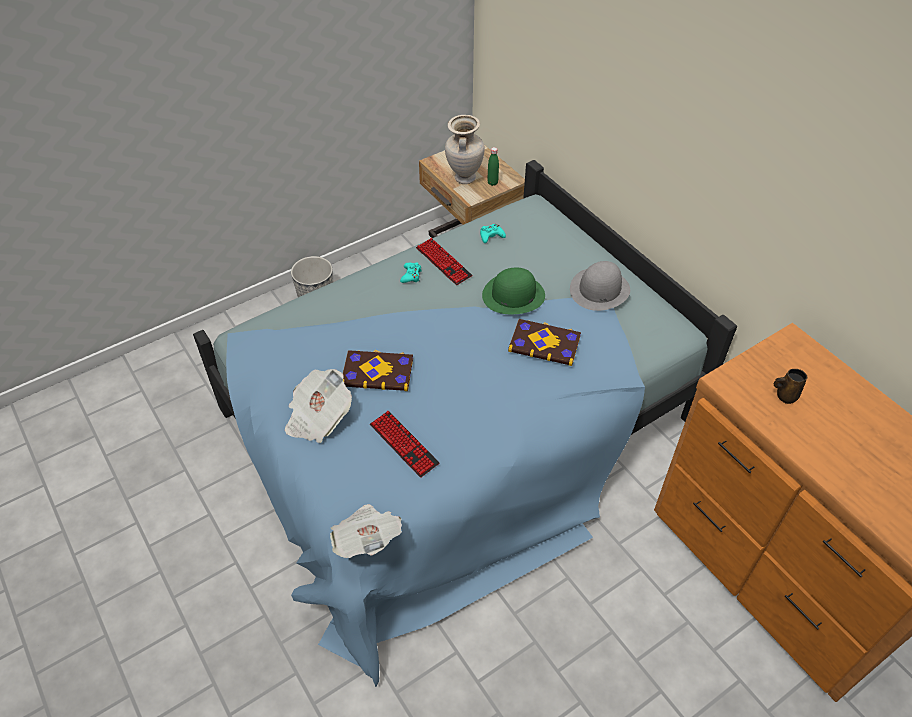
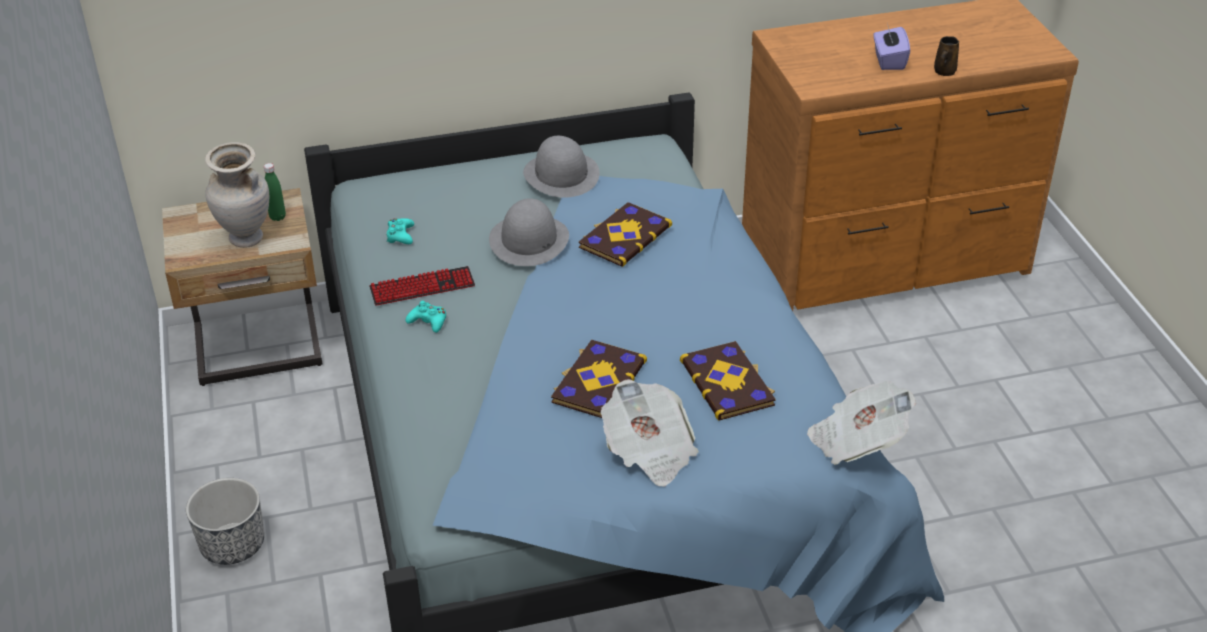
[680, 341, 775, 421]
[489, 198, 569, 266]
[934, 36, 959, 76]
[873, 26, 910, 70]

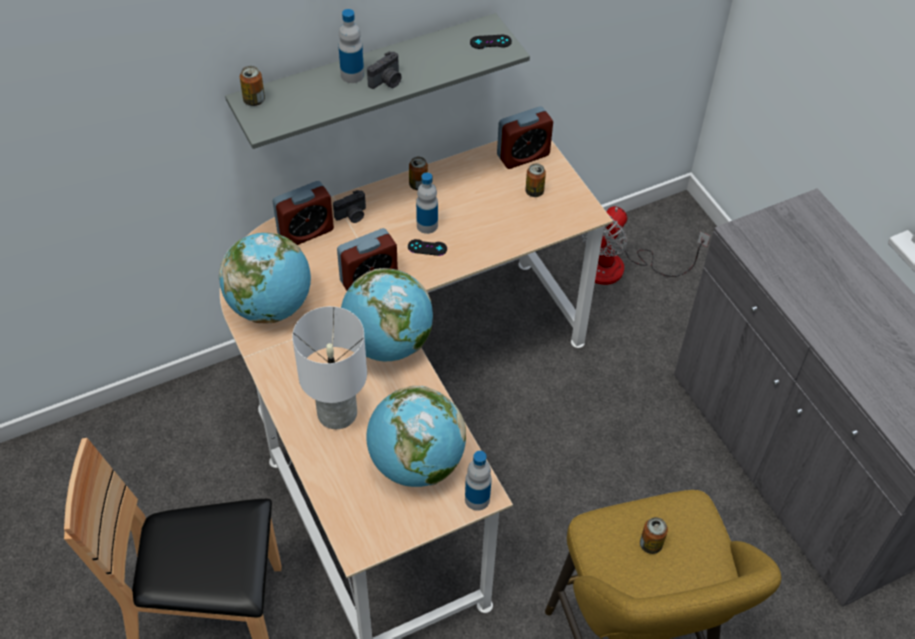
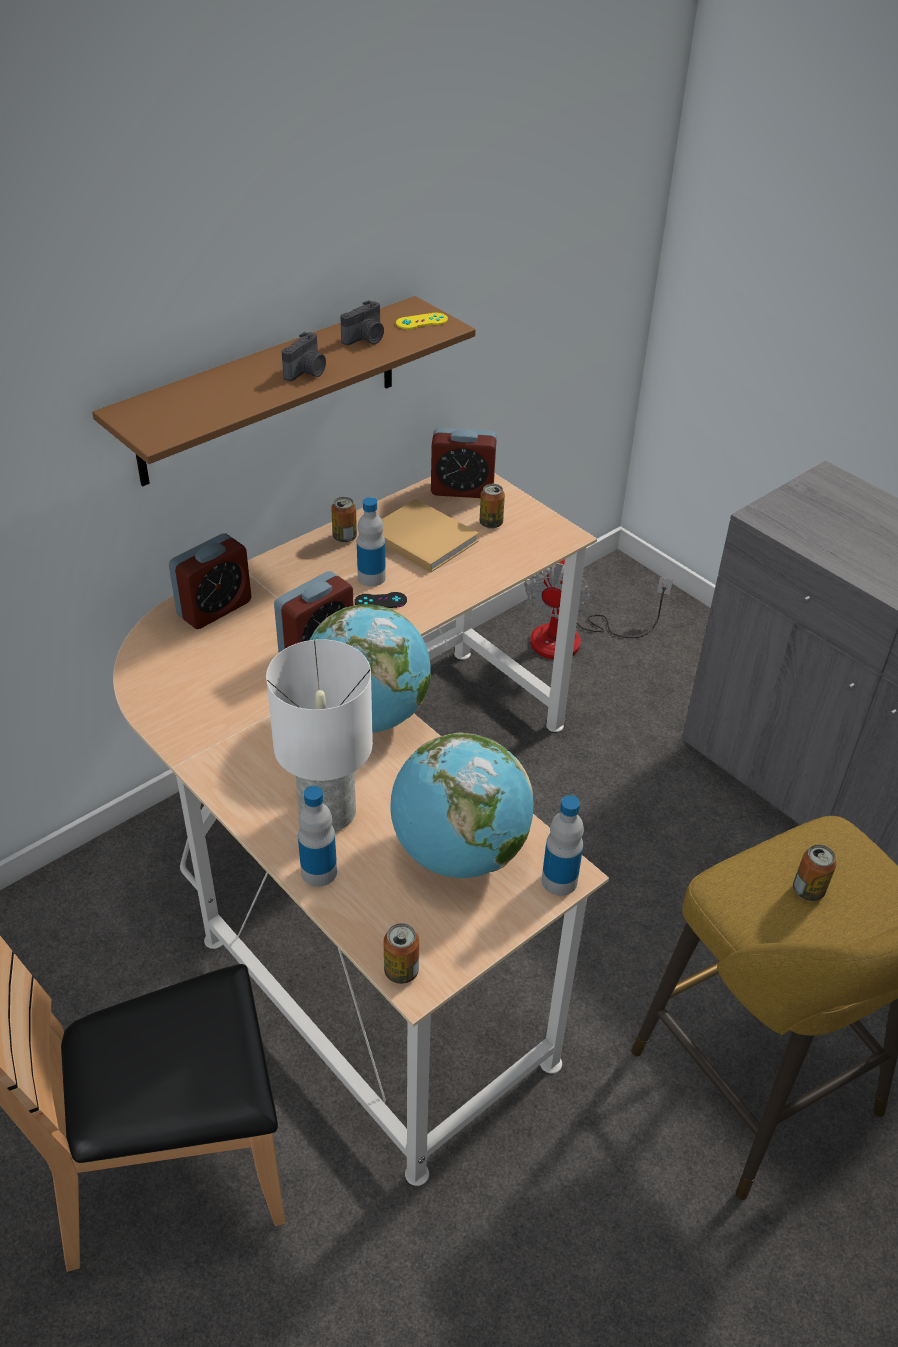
[219, 233, 311, 323] (first image)
[92, 296, 476, 486]
[384, 923, 419, 984]
[340, 300, 384, 345]
[298, 786, 337, 887]
[396, 313, 448, 329]
[431, 428, 497, 498]
[382, 499, 479, 573]

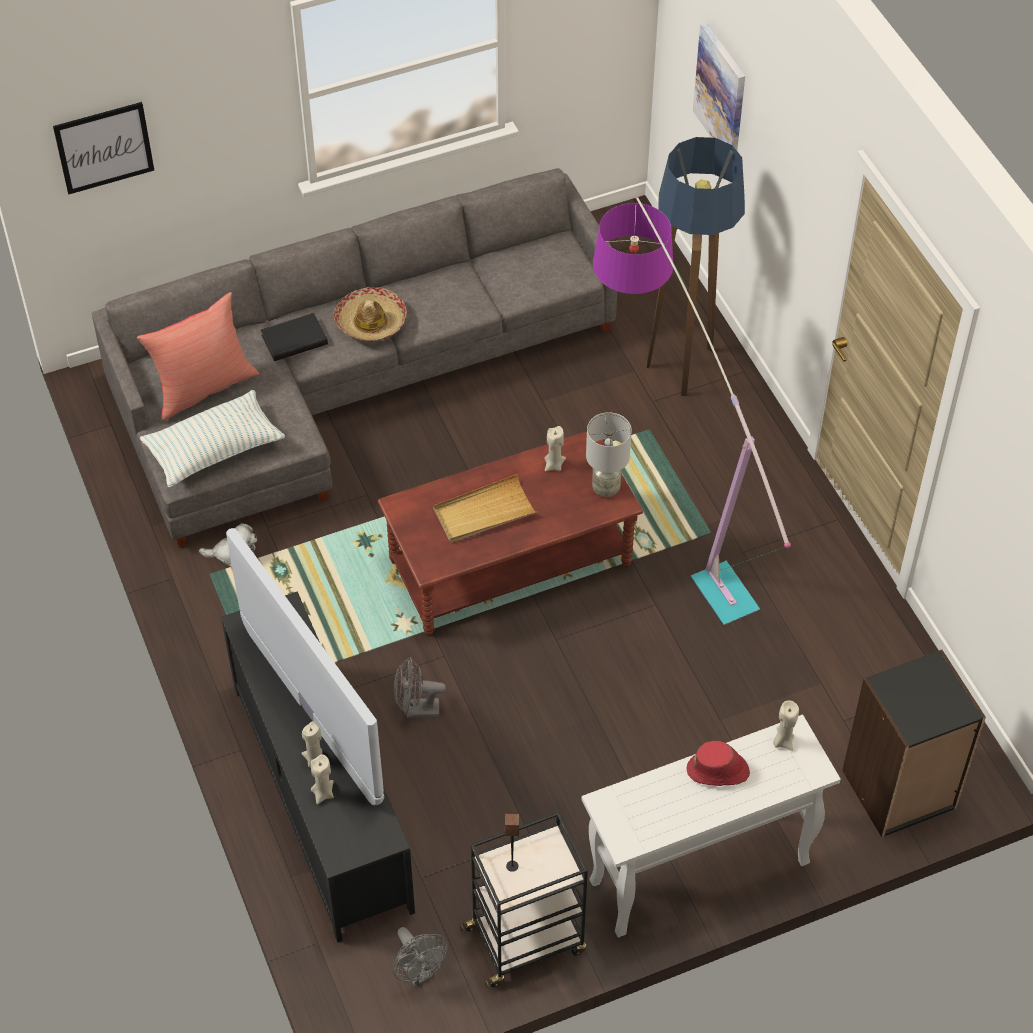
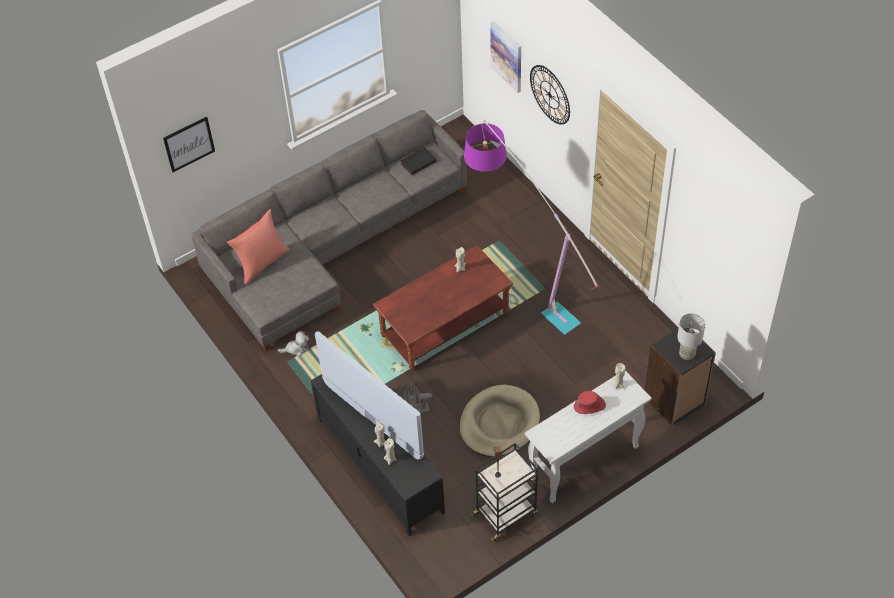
[140, 390, 285, 488] (first image)
[400, 147, 436, 175]
[334, 287, 407, 341] (first image)
[393, 927, 448, 986] (first image)
[433, 474, 537, 543] (first image)
[677, 313, 705, 360]
[646, 137, 745, 396] (first image)
[459, 385, 540, 457]
[530, 65, 570, 125]

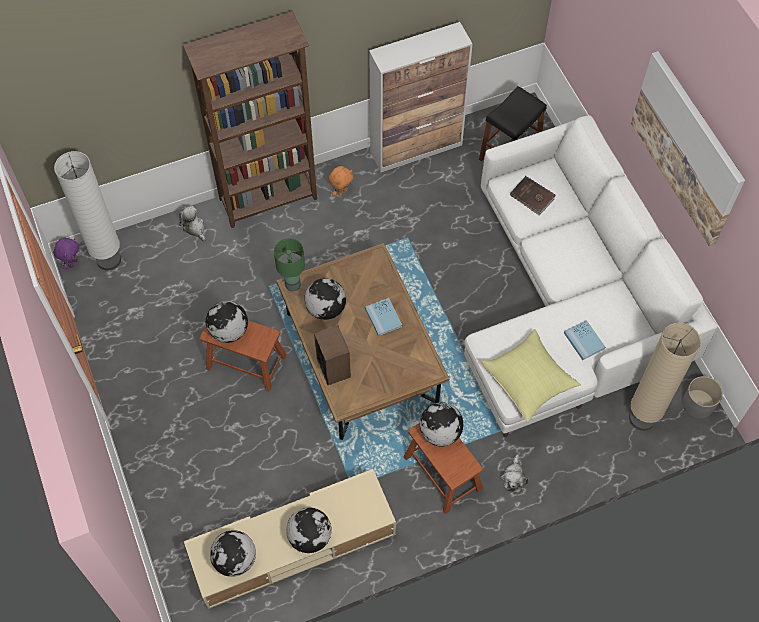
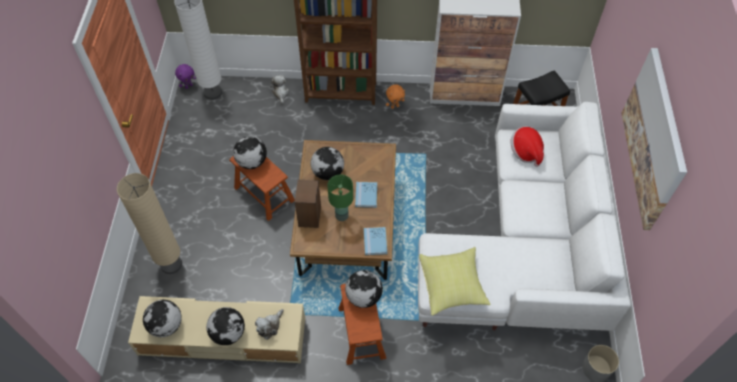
[327, 175, 353, 221]
[255, 309, 284, 340]
[510, 127, 544, 167]
[364, 227, 387, 255]
[117, 173, 182, 274]

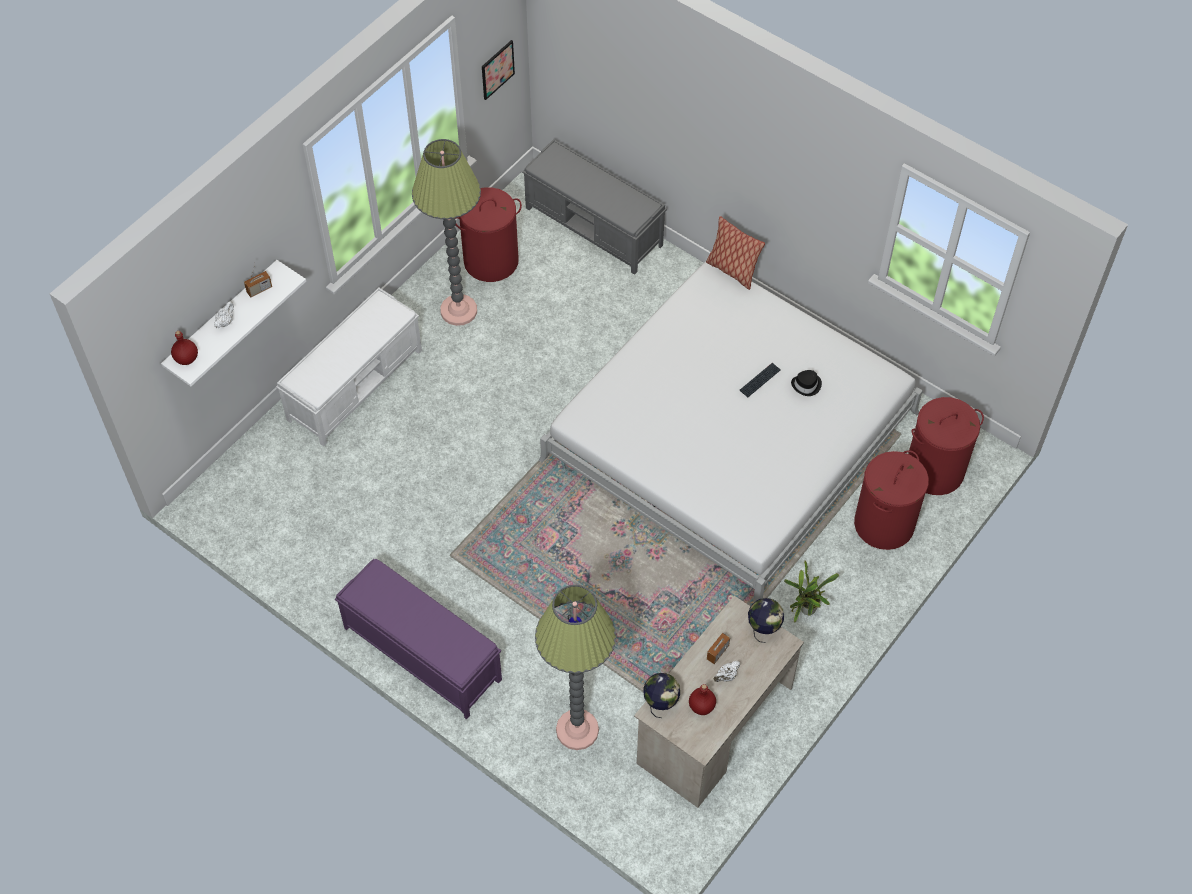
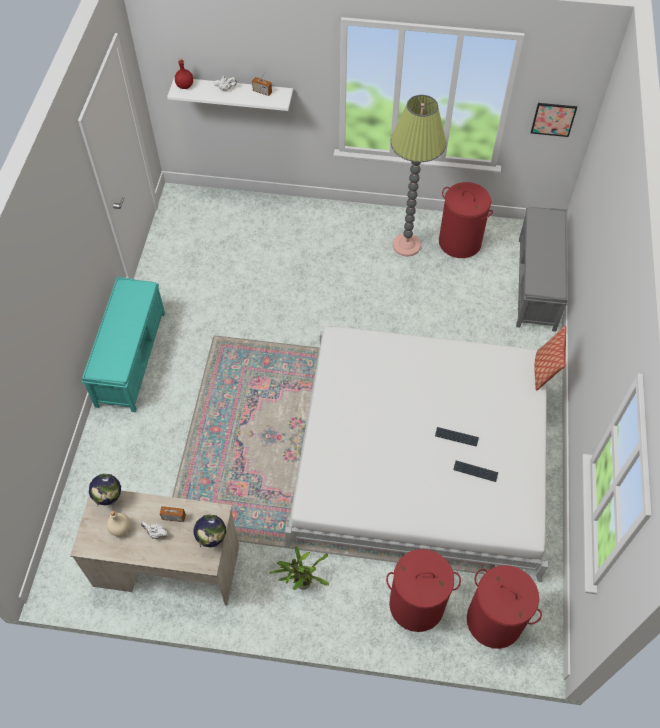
[276, 288, 422, 446] (first image)
[82, 277, 165, 412]
[535, 585, 616, 750] (first image)
[107, 511, 131, 537]
[453, 460, 498, 482]

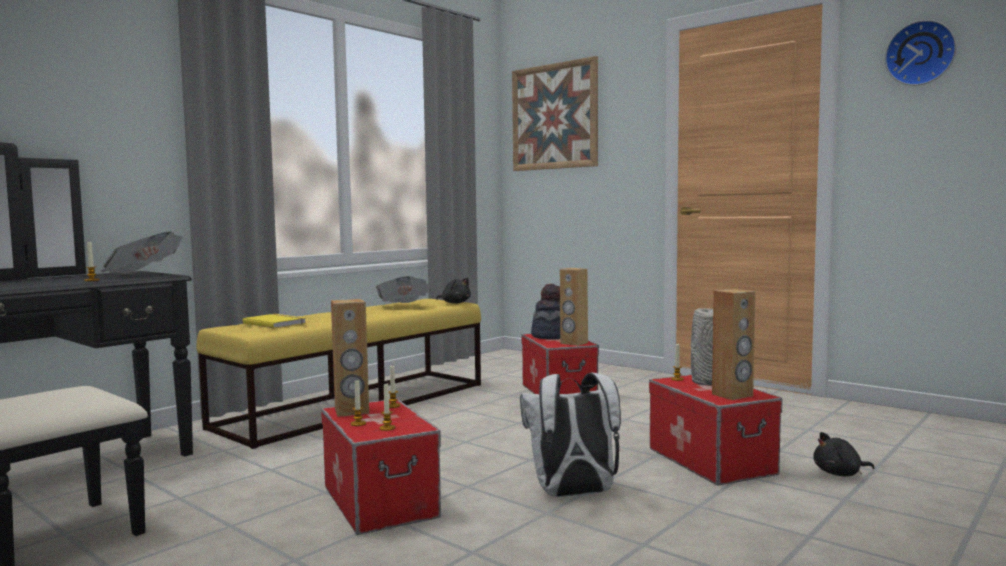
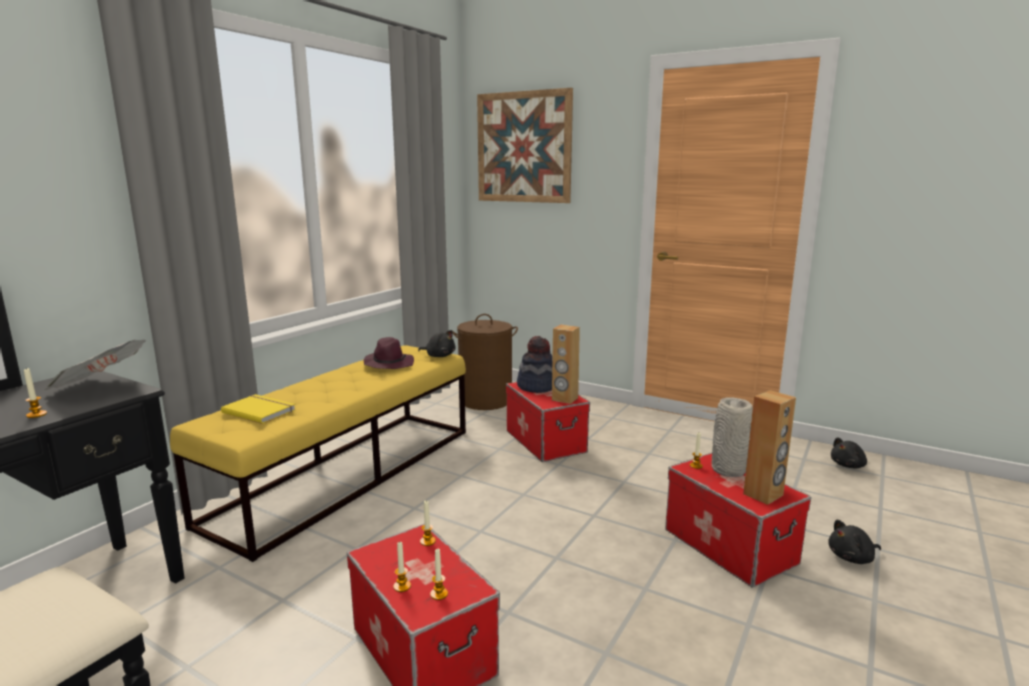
[331, 299, 369, 417] (first image)
[364, 337, 414, 369]
[520, 373, 621, 497] (first image)
[885, 20, 957, 86] (first image)
[452, 314, 518, 410]
[831, 437, 867, 468]

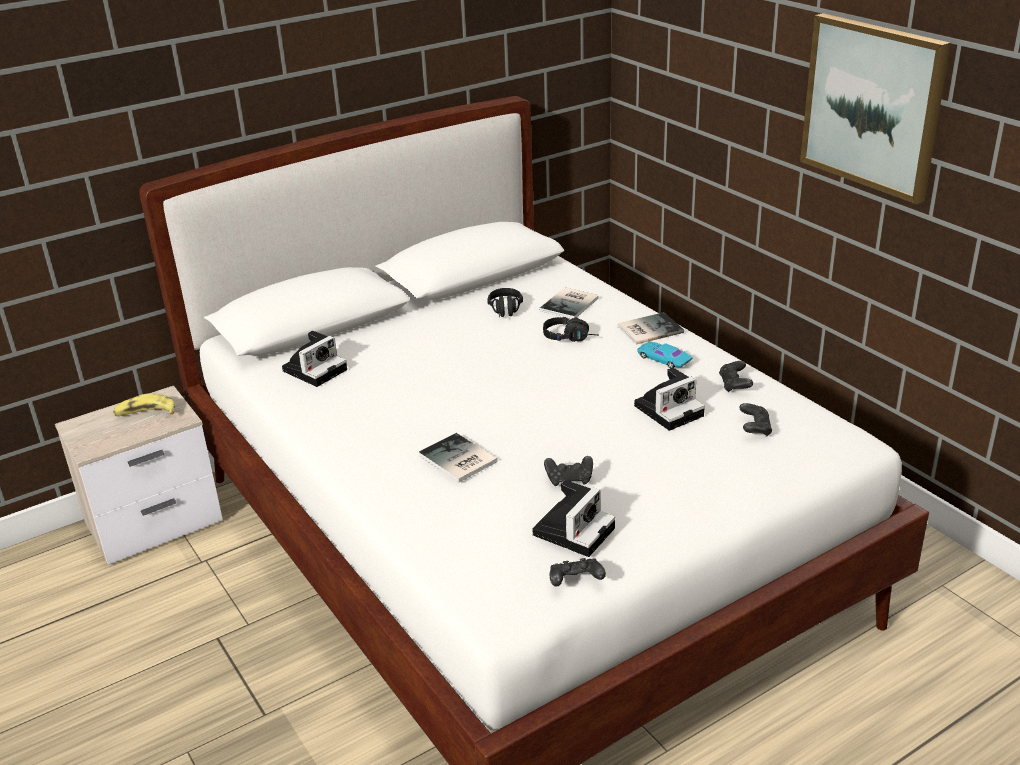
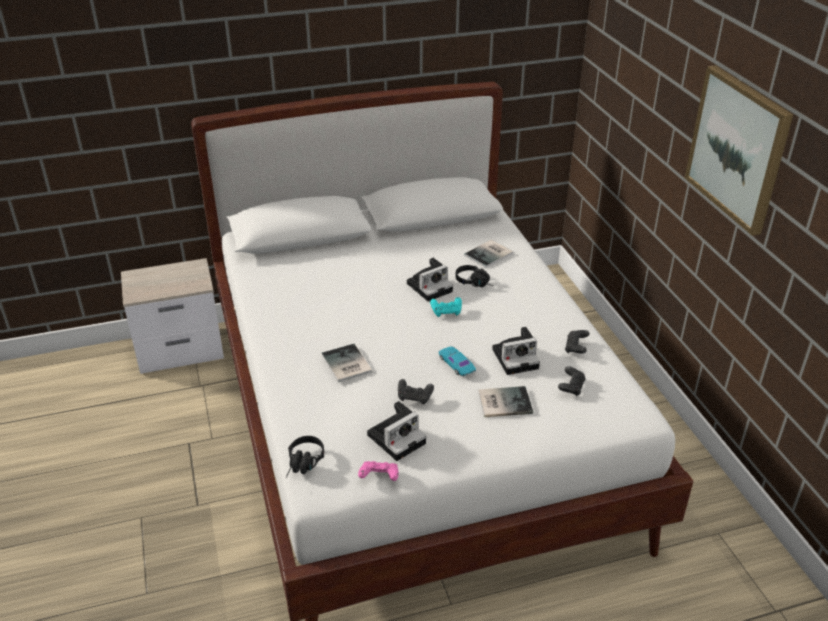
[113, 393, 175, 416] (first image)
[407, 258, 453, 301]
[286, 436, 324, 478]
[358, 461, 399, 481]
[478, 386, 533, 417]
[439, 346, 476, 376]
[430, 297, 462, 317]

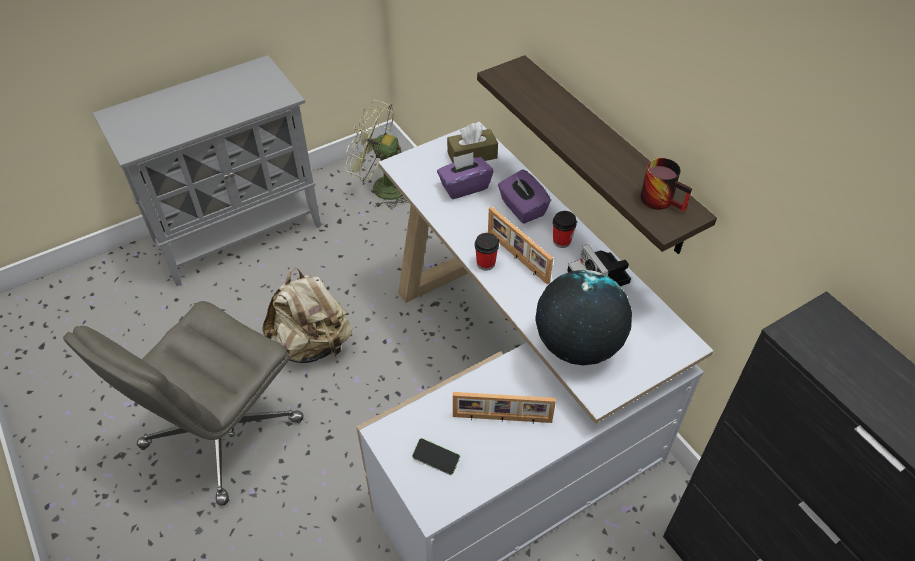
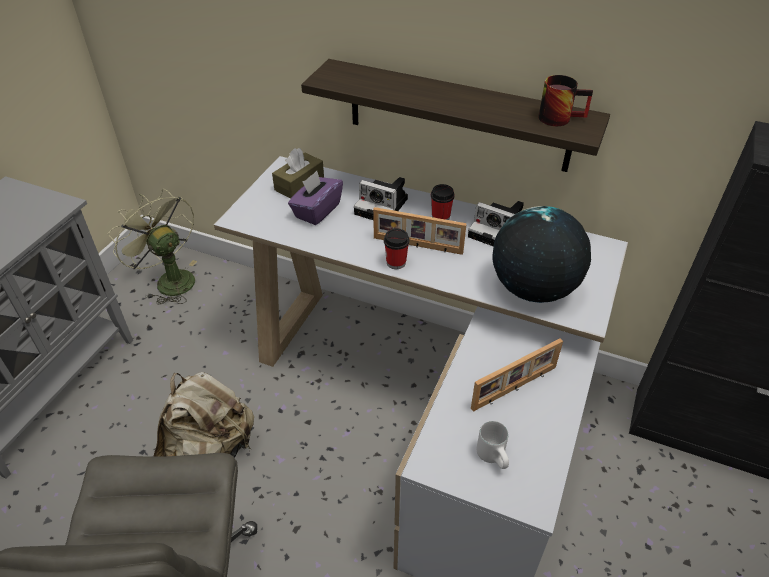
[107, 189, 197, 305]
[477, 421, 509, 469]
[354, 177, 408, 220]

